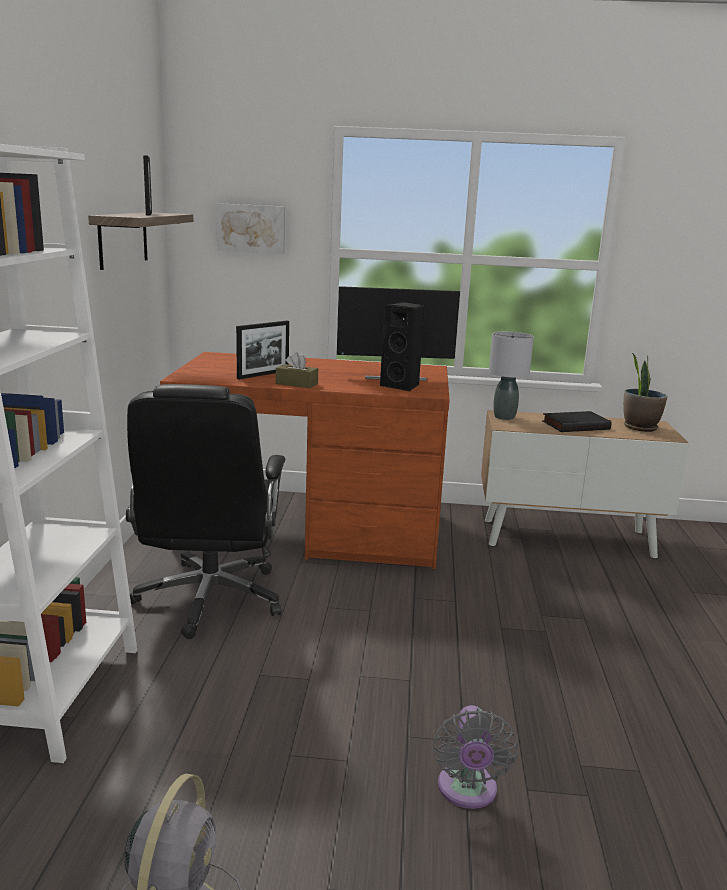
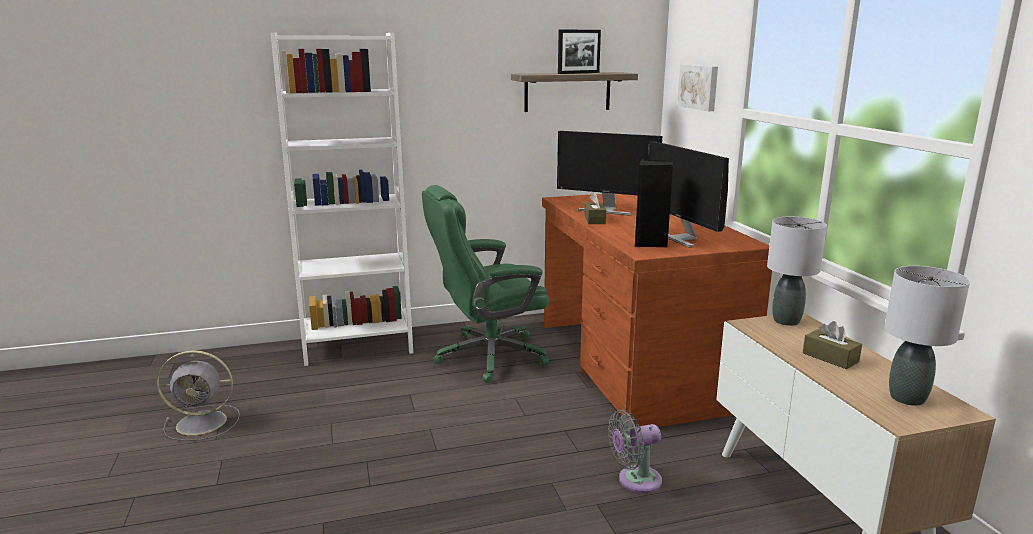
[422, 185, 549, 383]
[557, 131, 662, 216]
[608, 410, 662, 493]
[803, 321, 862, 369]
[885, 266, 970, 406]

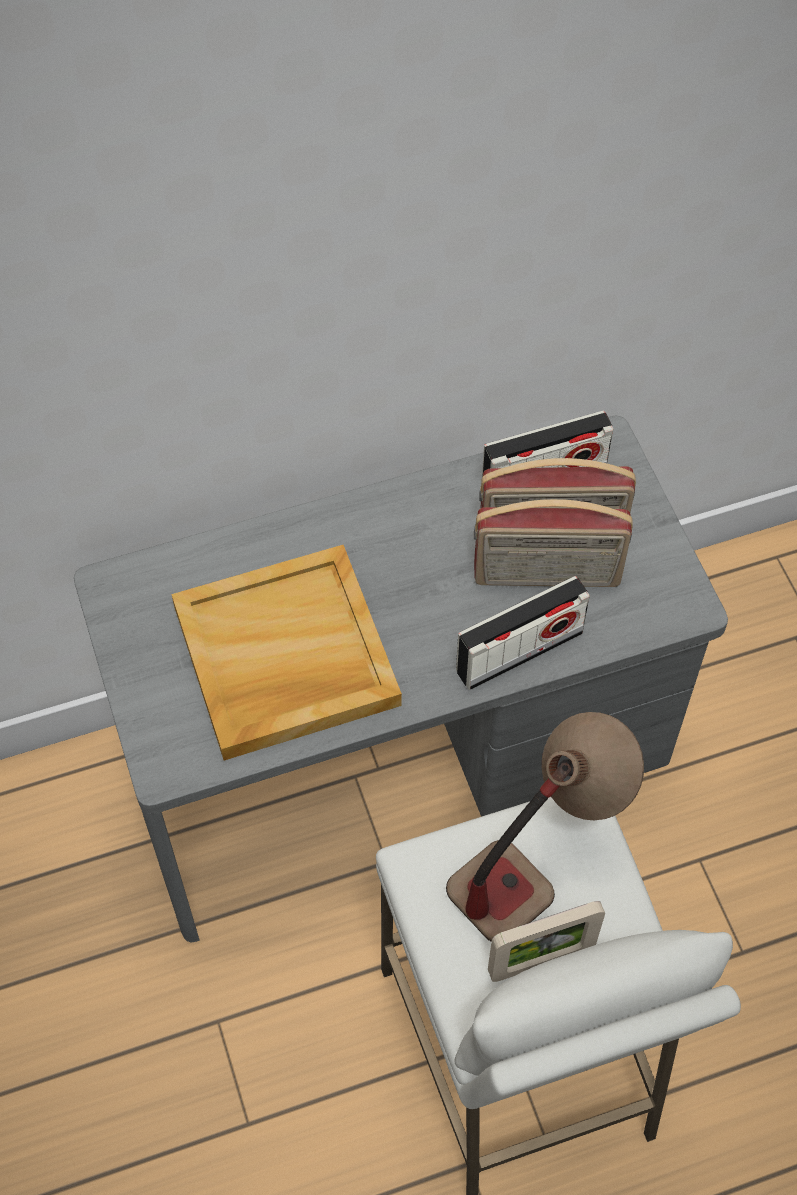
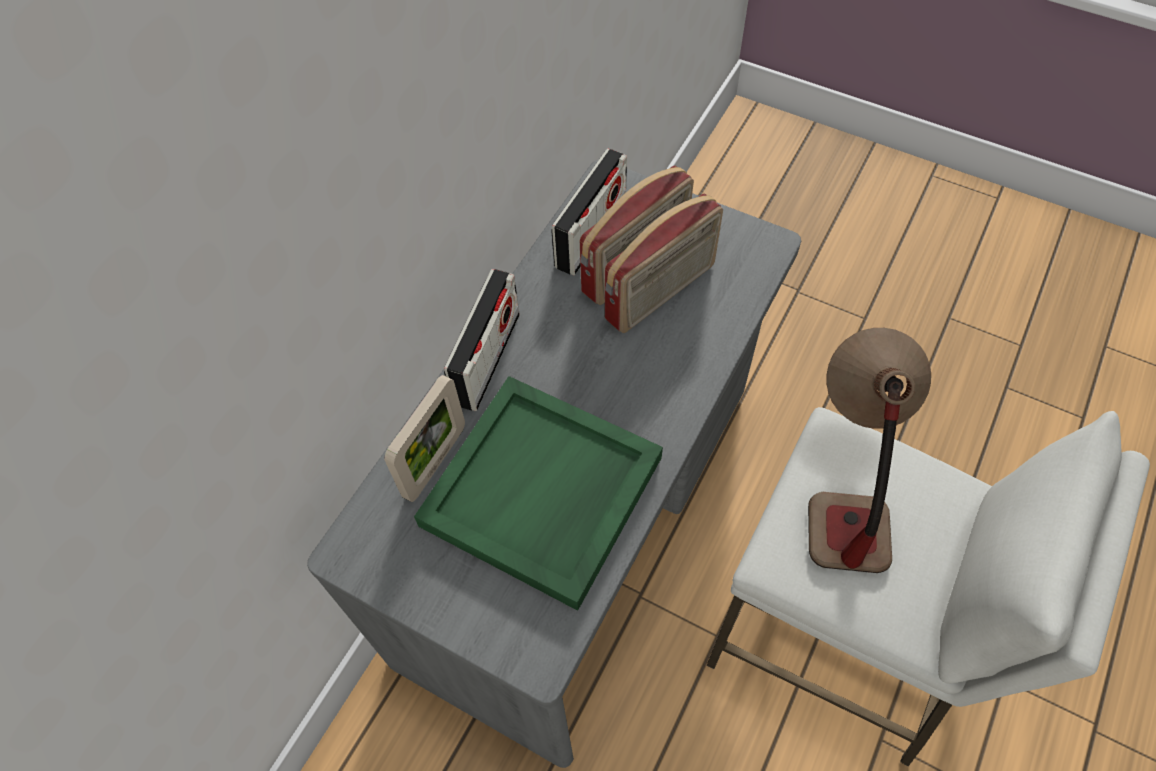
[414, 376, 663, 611]
[444, 269, 520, 411]
[384, 375, 465, 502]

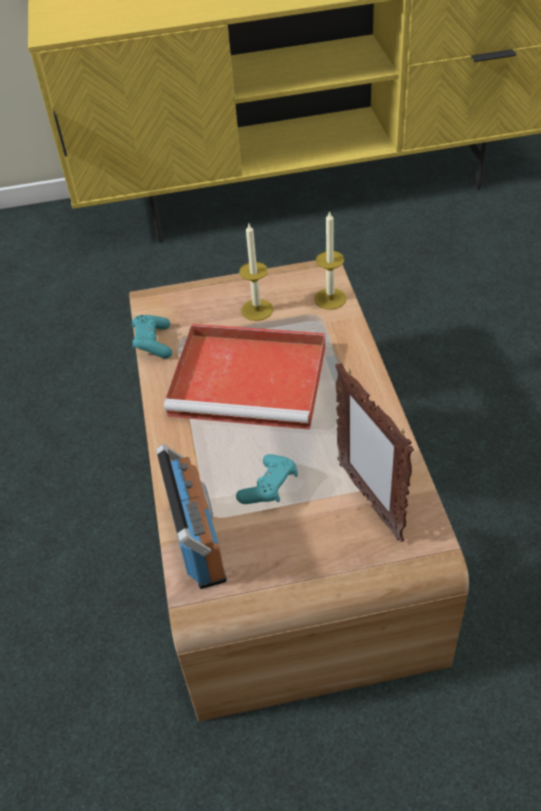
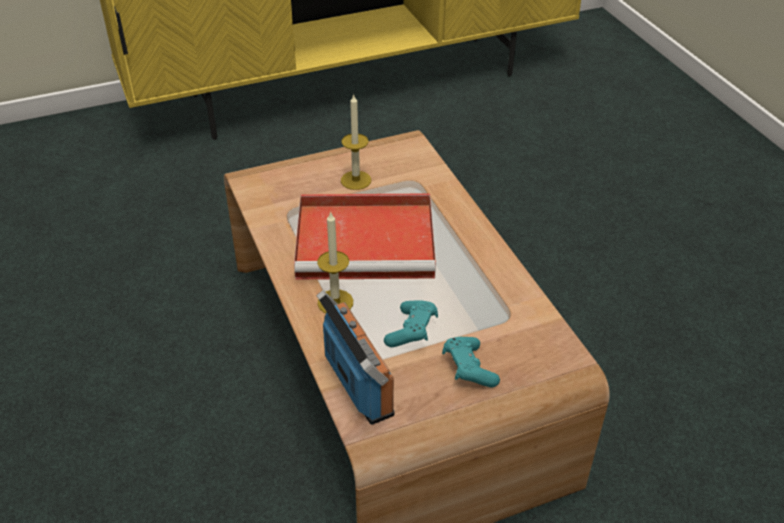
[442, 337, 500, 388]
[317, 211, 353, 314]
[335, 363, 414, 542] (first image)

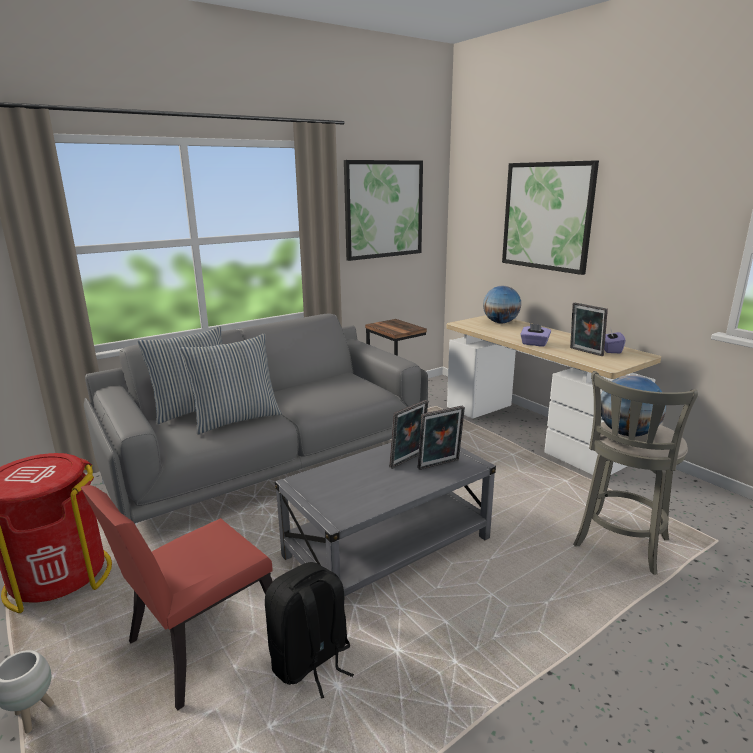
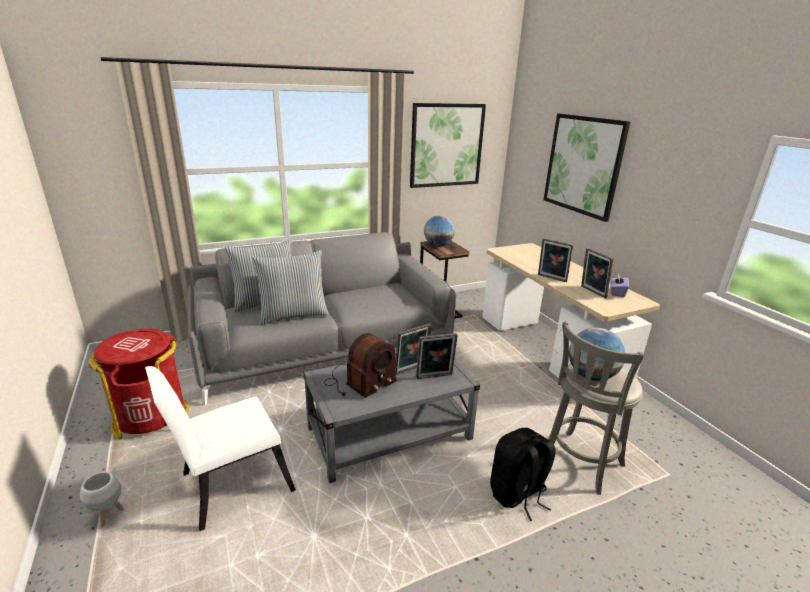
[145, 366, 296, 531]
[490, 428, 556, 521]
[424, 215, 455, 247]
[538, 238, 573, 282]
[324, 333, 397, 398]

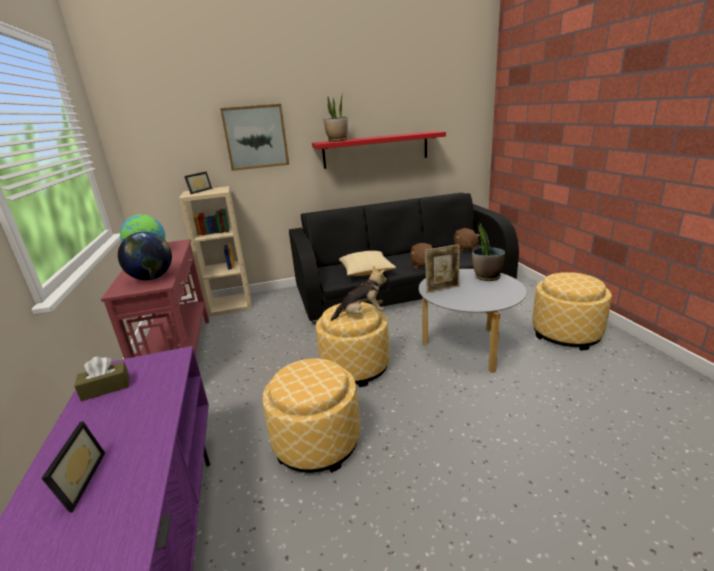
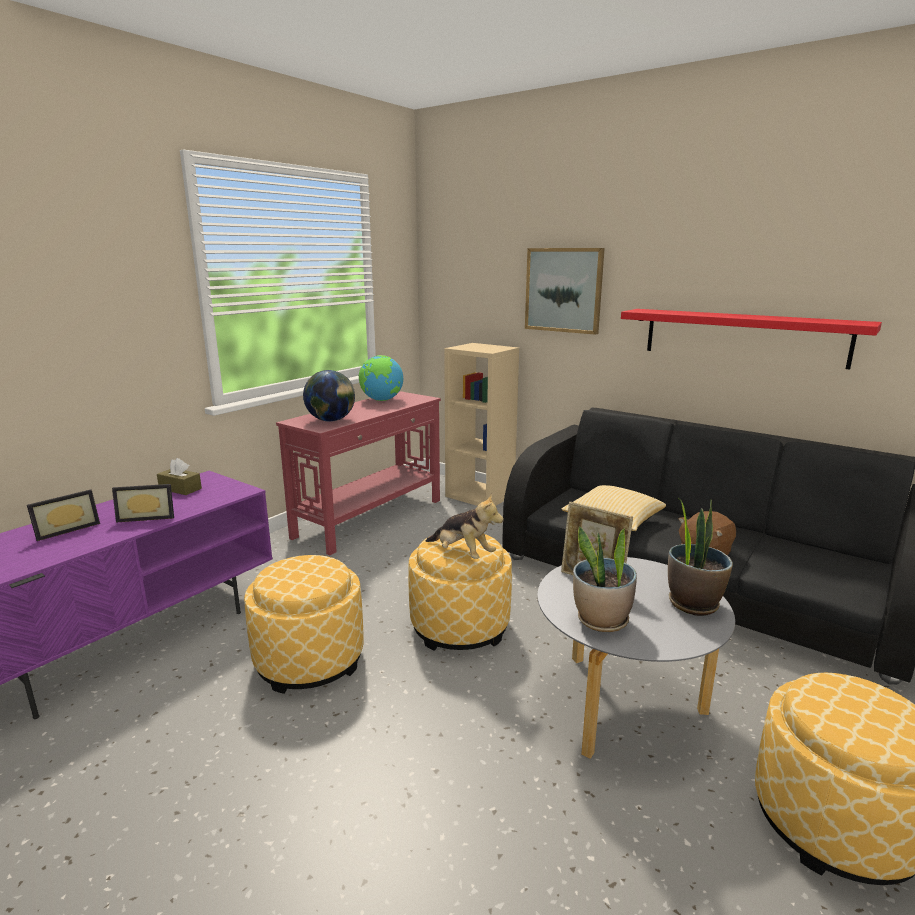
[112, 484, 174, 522]
[573, 526, 637, 632]
[454, 228, 480, 253] (first image)

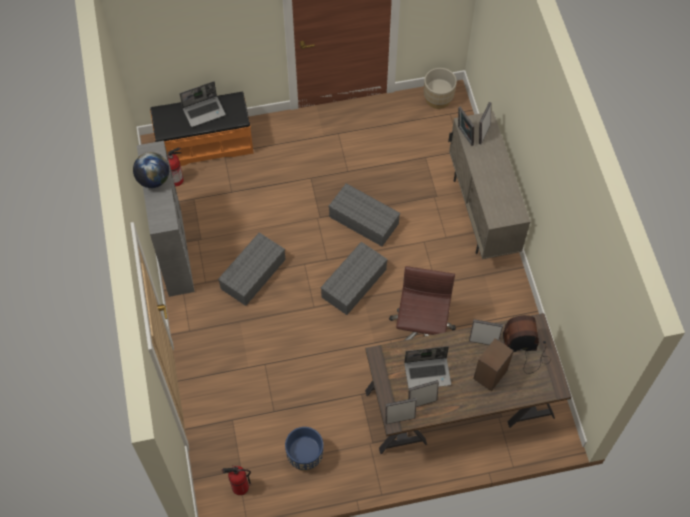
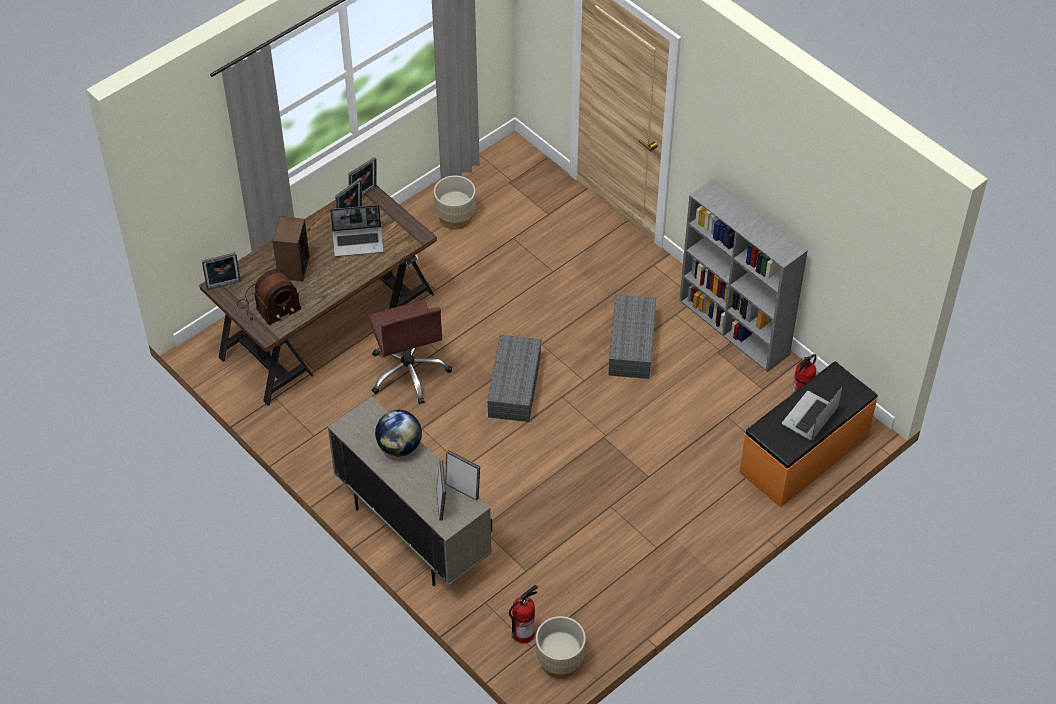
[375, 410, 422, 456]
[509, 585, 538, 644]
[434, 175, 476, 229]
[328, 183, 400, 246] (first image)
[330, 205, 384, 257]
[202, 252, 241, 290]

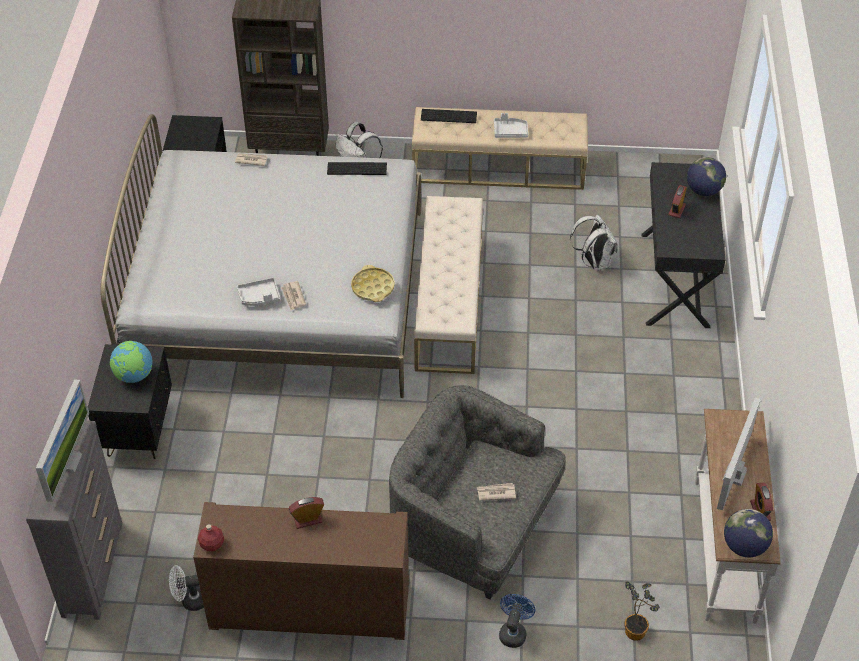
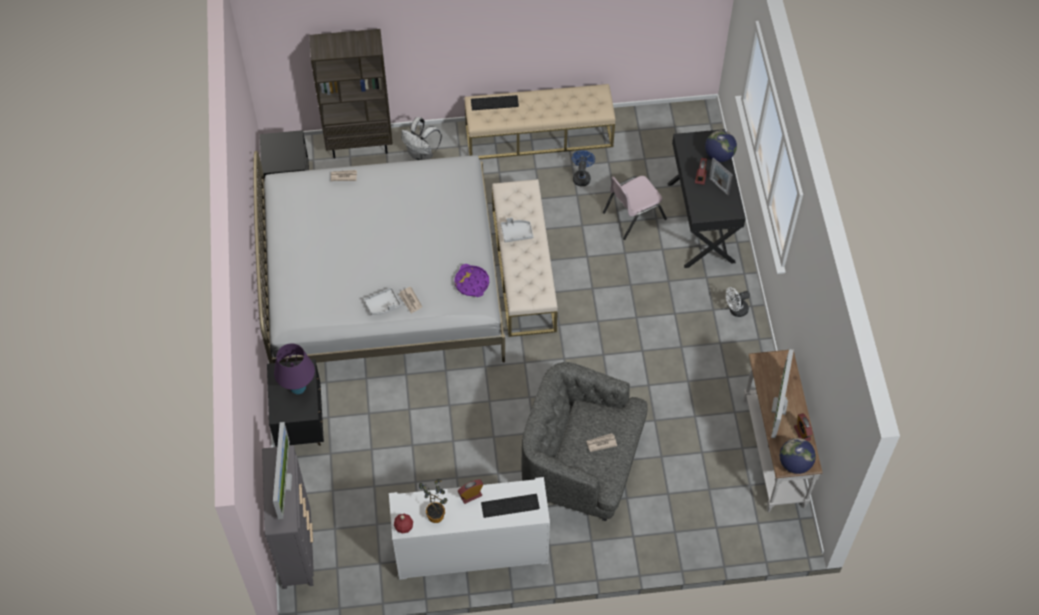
[274, 343, 315, 394]
[726, 287, 750, 317]
[389, 477, 550, 580]
[481, 494, 540, 518]
[454, 264, 489, 297]
[500, 217, 533, 242]
[572, 150, 595, 186]
[603, 176, 667, 240]
[419, 479, 448, 523]
[709, 157, 733, 196]

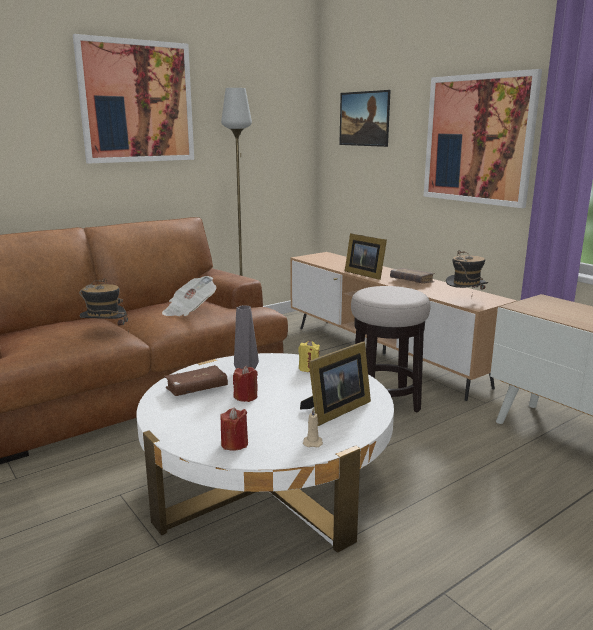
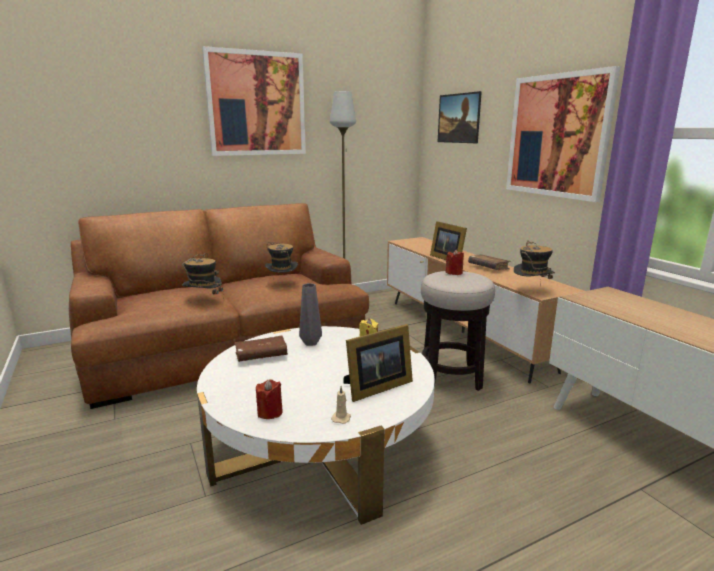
[265, 242, 298, 278]
[445, 250, 464, 275]

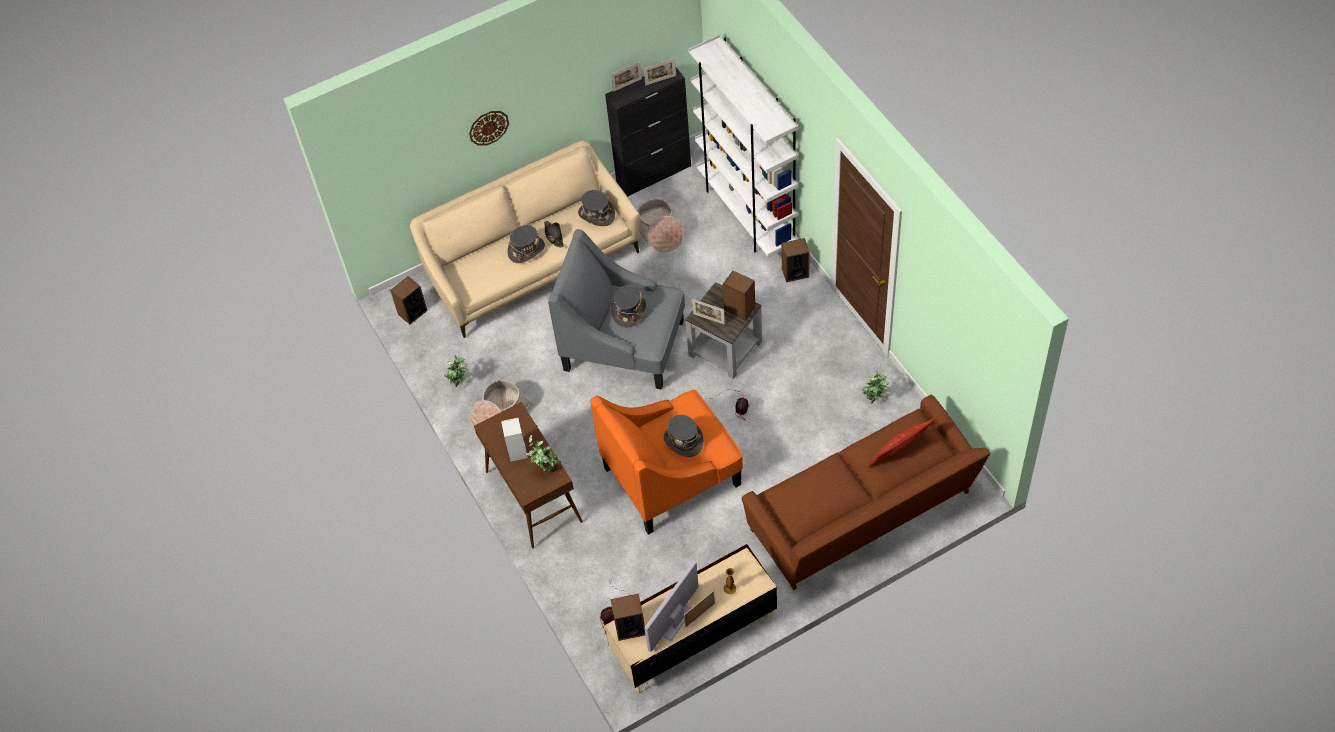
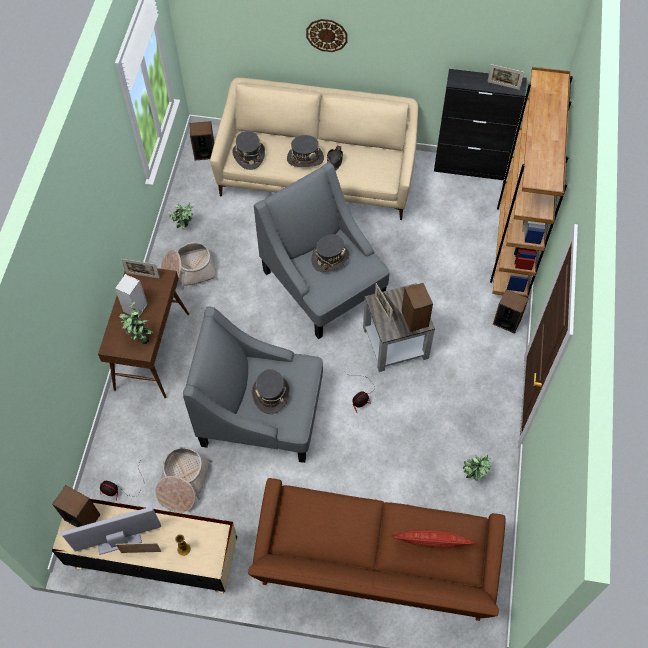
[232, 131, 265, 170]
[183, 306, 323, 463]
[121, 259, 160, 278]
[156, 447, 212, 512]
[490, 67, 573, 298]

